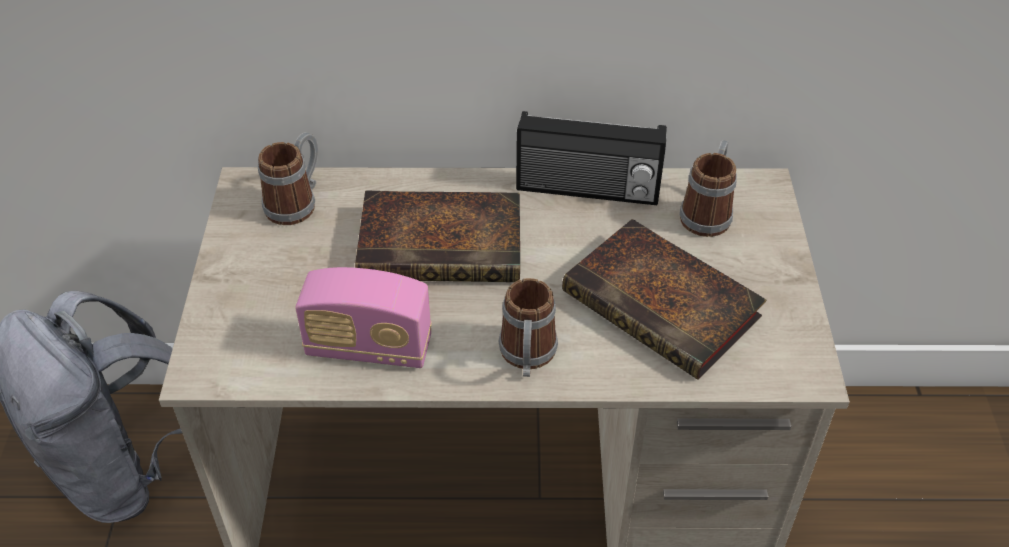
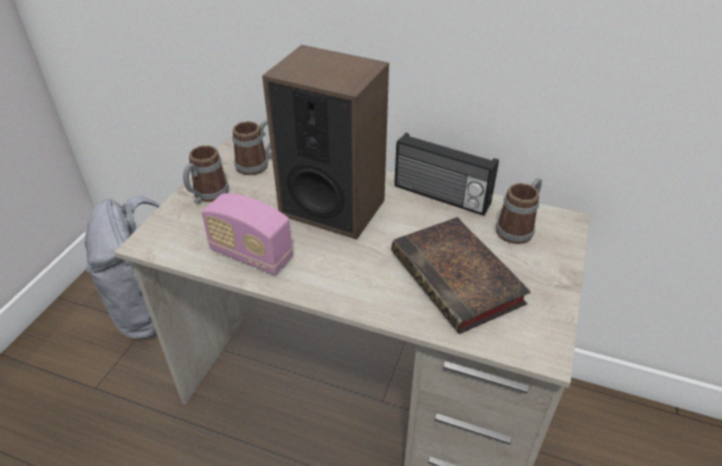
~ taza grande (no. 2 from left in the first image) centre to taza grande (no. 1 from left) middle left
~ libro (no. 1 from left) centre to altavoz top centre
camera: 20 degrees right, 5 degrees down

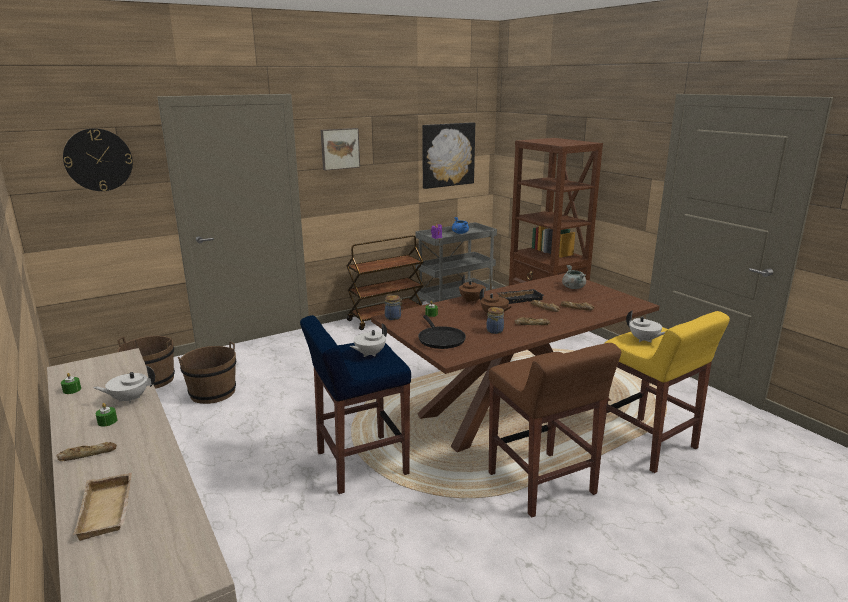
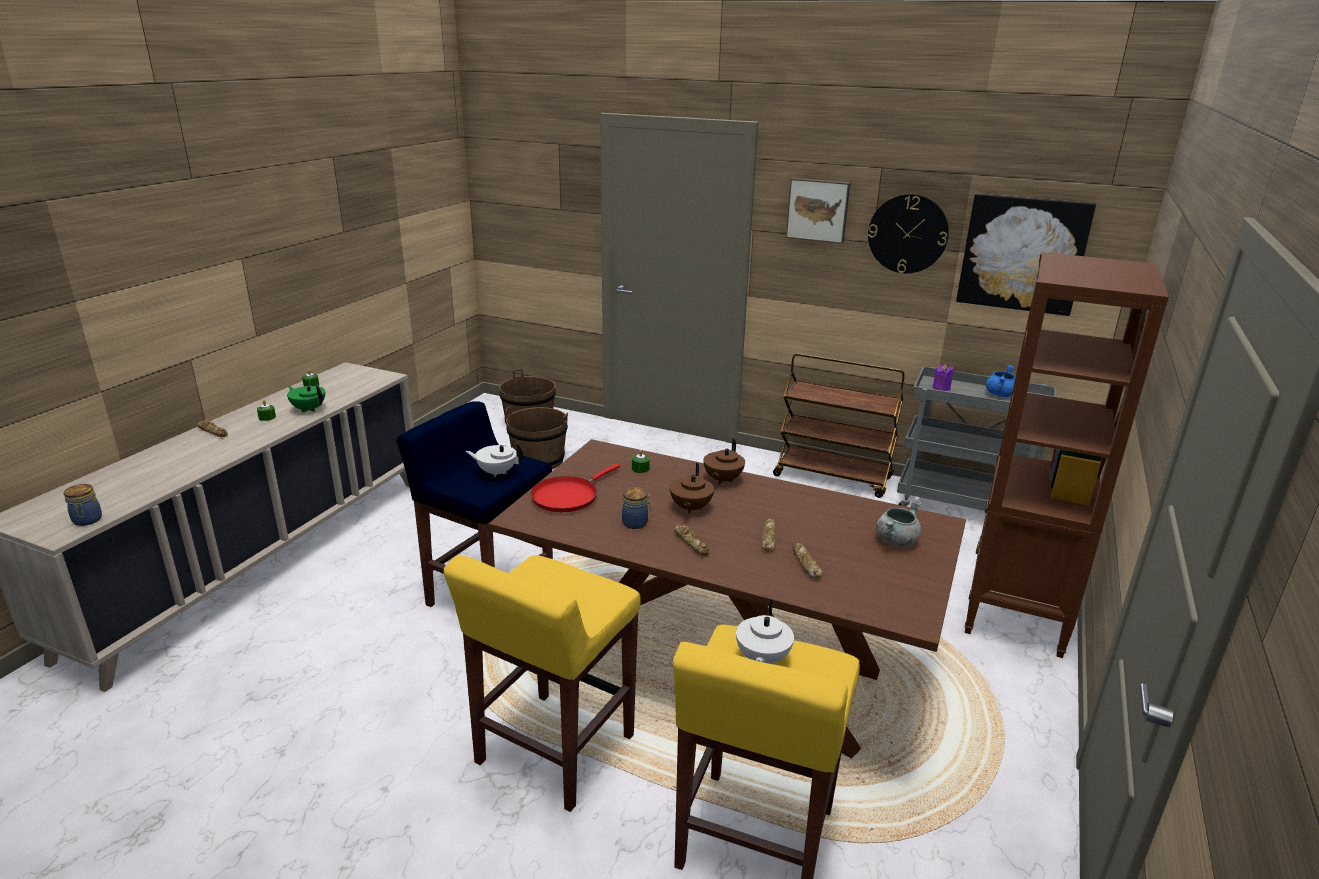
~ tarro (no. 1 from left) centre to middle left
~ tetera [blanco] (no. 1 from left) middle left to tetera [verde] middle left
~ taburete [marrón] bottom centre to taburete [amarillo] (no. 1 from left) bottom centre
~ sartén [negro] centre to sartén [rojo] centre
~ reloj de pared top left to top right
- bandeja [beis] bottom left
- bandeja [negro] centre
camera: 55 degrees right, 5 degrees up

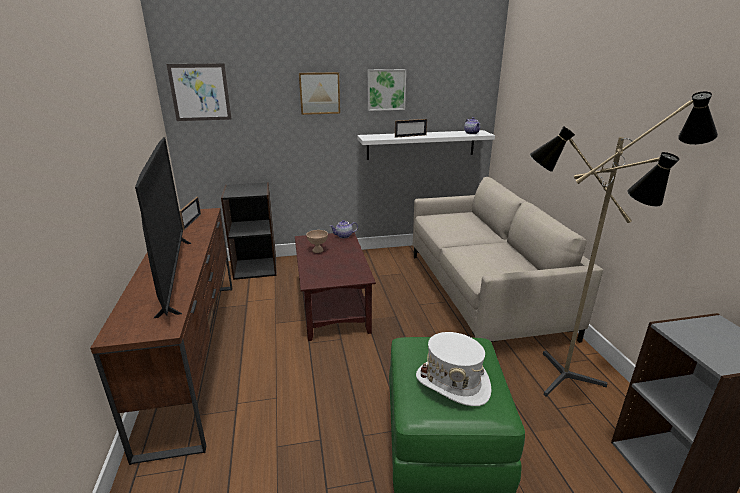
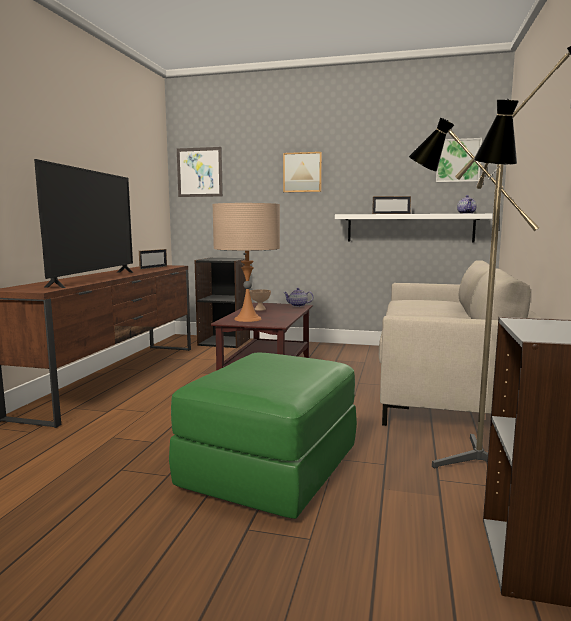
+ lámpara de mesa [beis] centre
~ cuadro (no. 3 from left) top centre to top right
- sombrero [blanco] bottom centre
camera: 25 degrees right, 15 degrees down

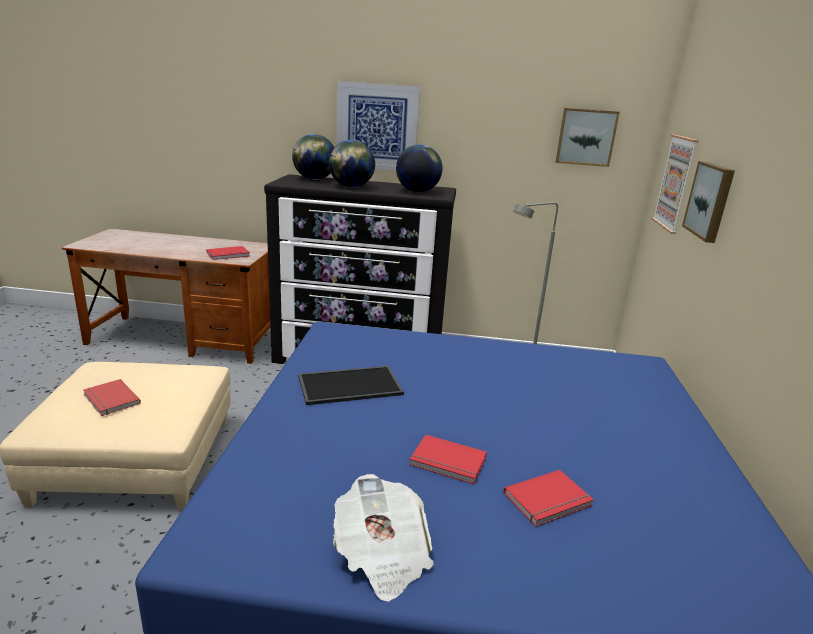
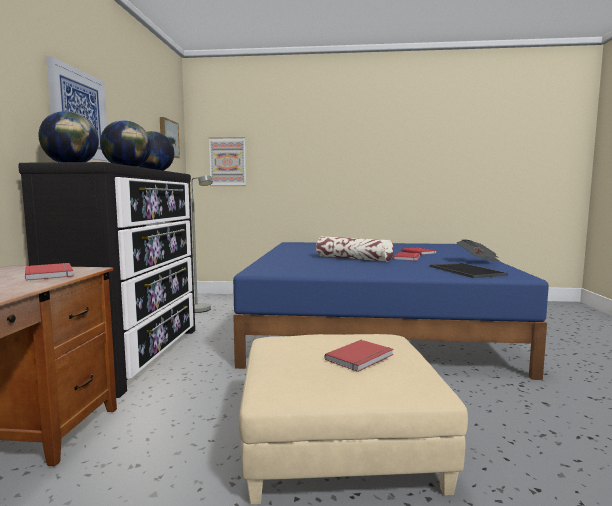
+ cojín centre
~ bandeja centre to middle right
- cuadro (no. 4 from left) top right
camera: 90 degrees left, 15 degrees down

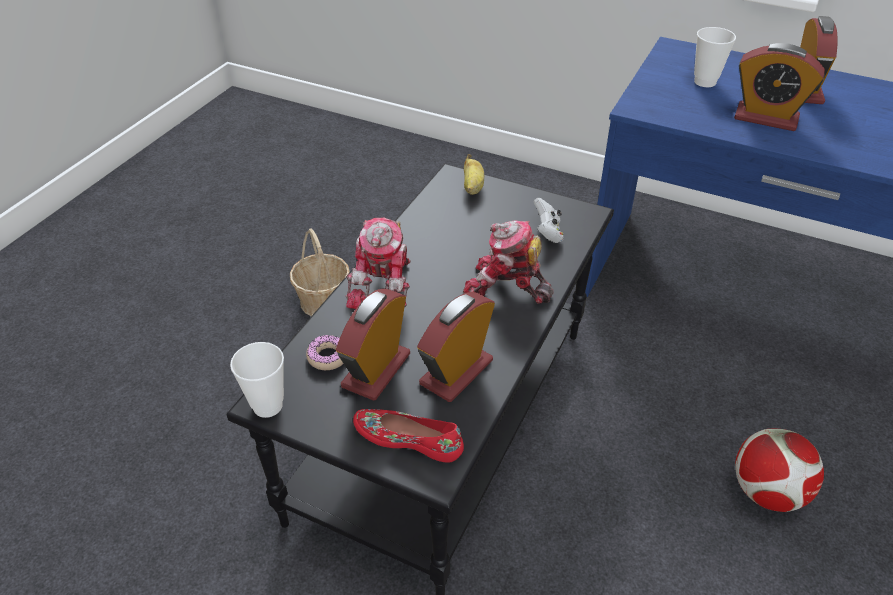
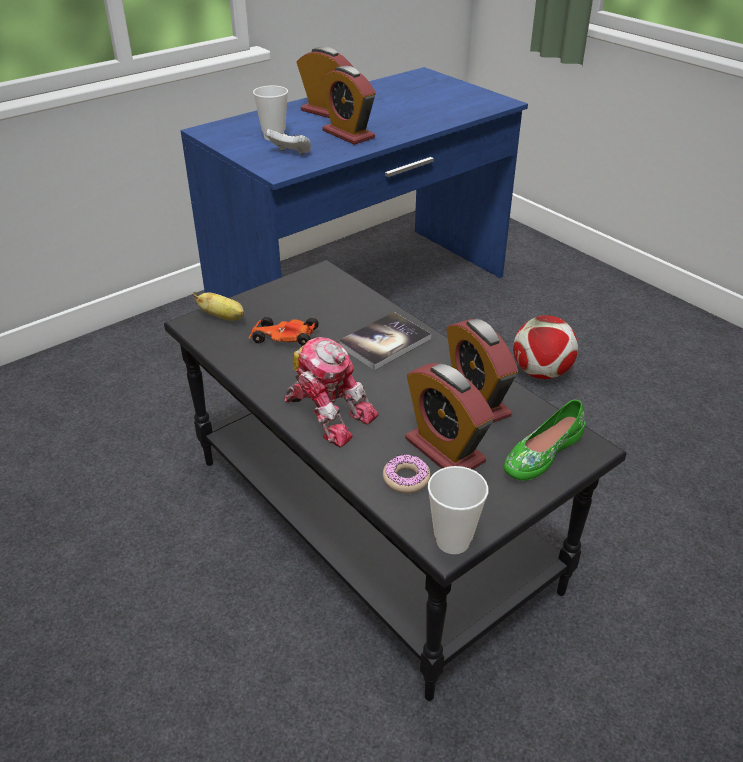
+ coche de juguete centre
~ mando de consola [blanco] centre to top centre
~ despertador (no. 3 from left in the first image) top right = top centre 90 degrees clockwise
~ robot de juguete (no. 2 from left) centre to libro centre
~ zapato [rojo] bottom centre to zapato [verde] middle right
- cesta centre
camera: 65 degrees left, 5 degrees down

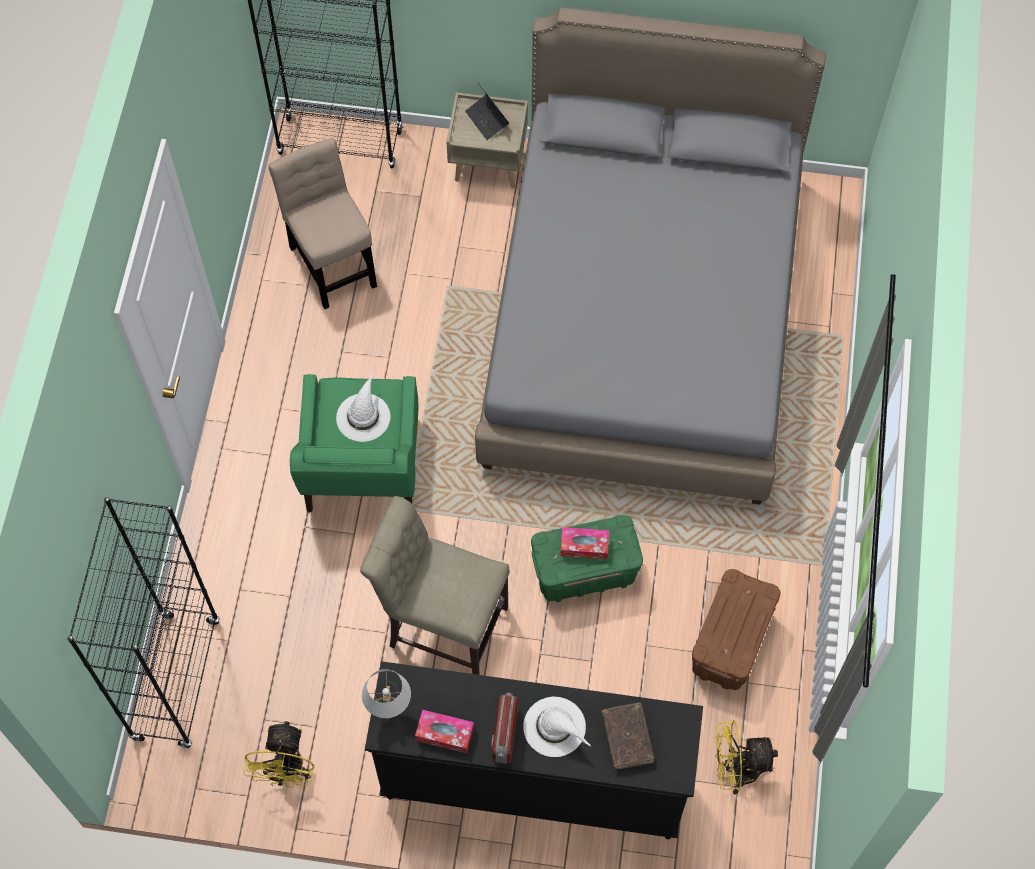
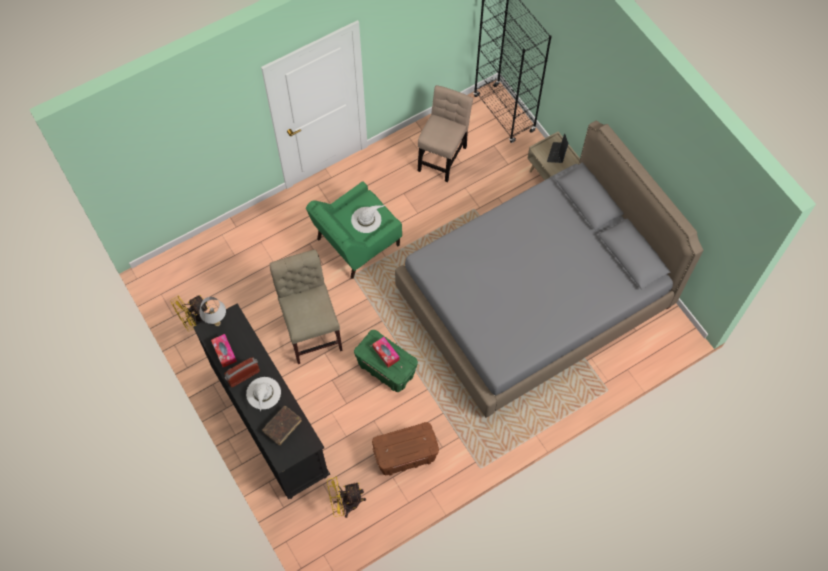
~ ventilador [amarillo] (no. 2 from left) bottom right = bottom centre 60 degrees counterclockwise
- estantería [negro] (no. 1 from left) bottom left
camera: 50 degrees right, 0 degrees up

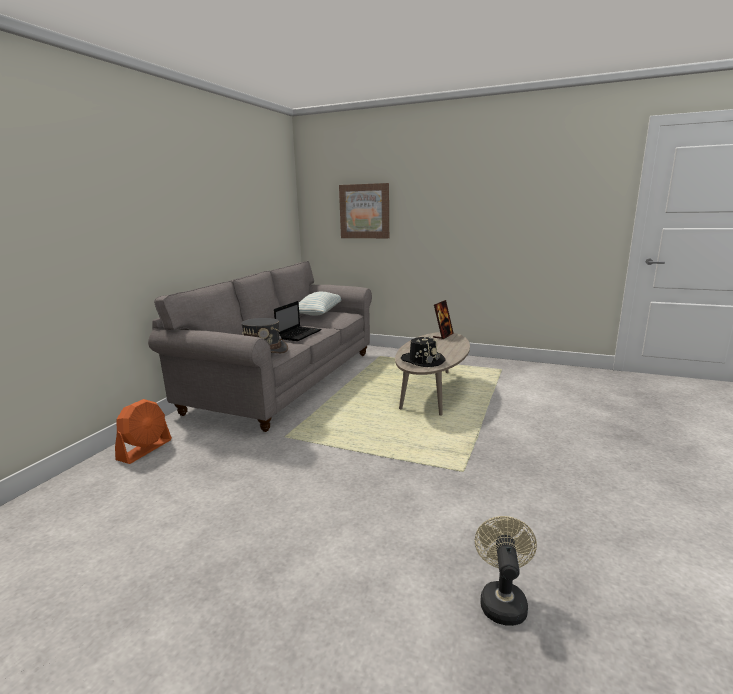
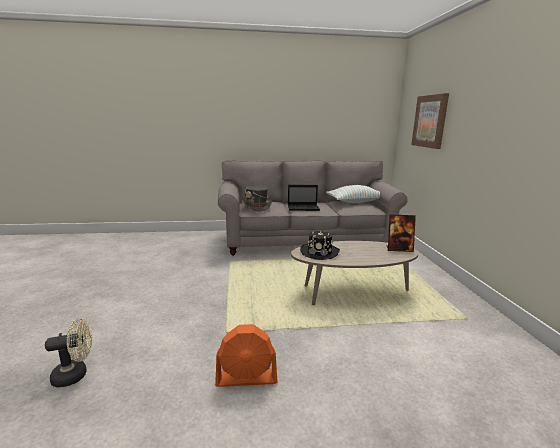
~ ventilador [naranja] middle left to bottom centre
camera: 60 degrees right, 0 degrees up

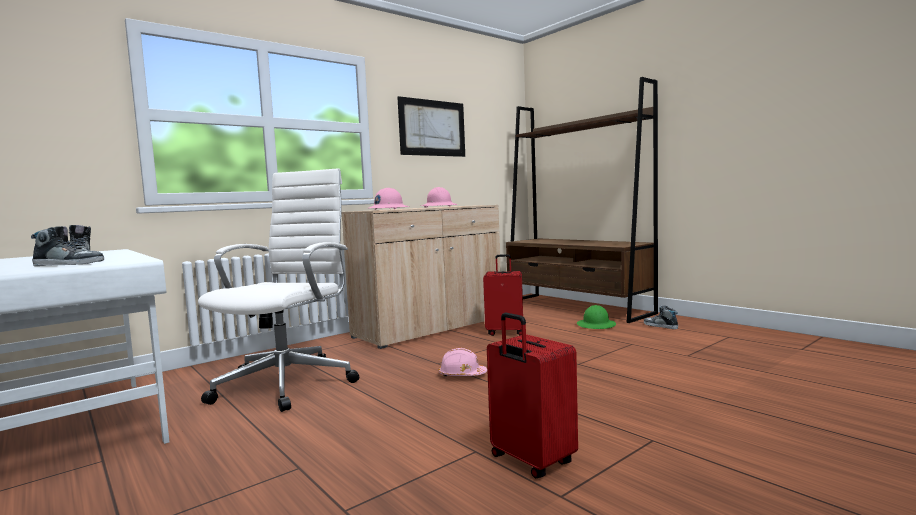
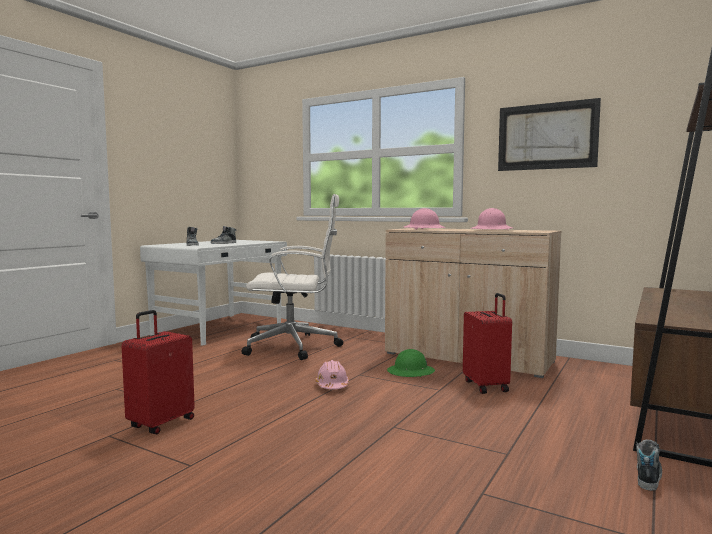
~ casco [verde] centre to bottom centre
camera: 70 degrees right, 0 degrees up

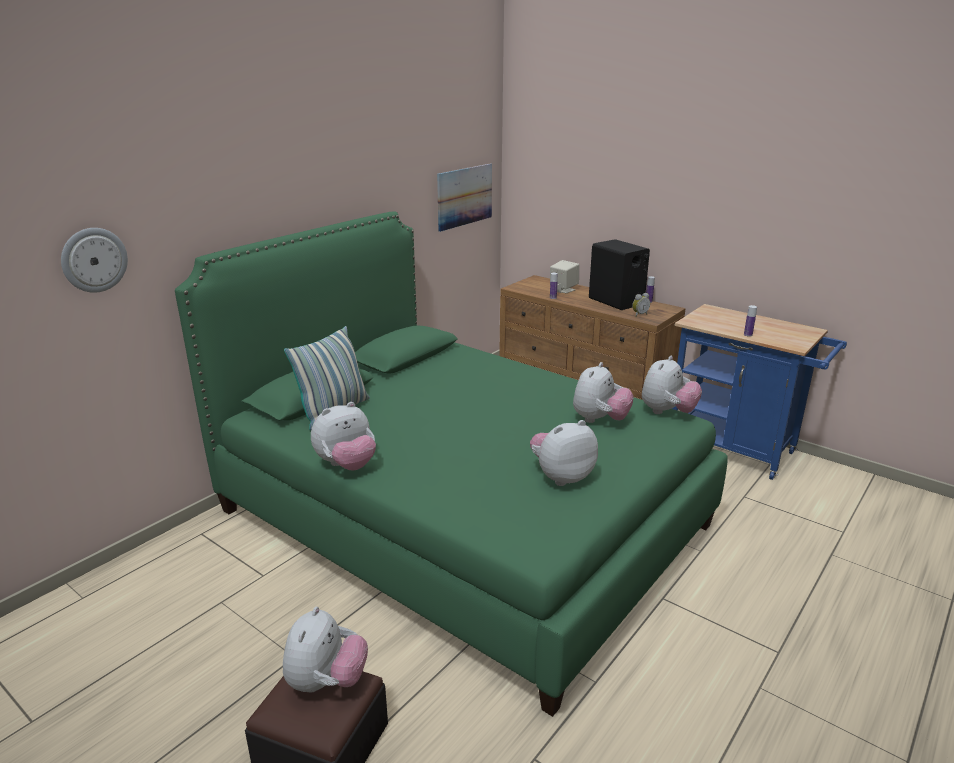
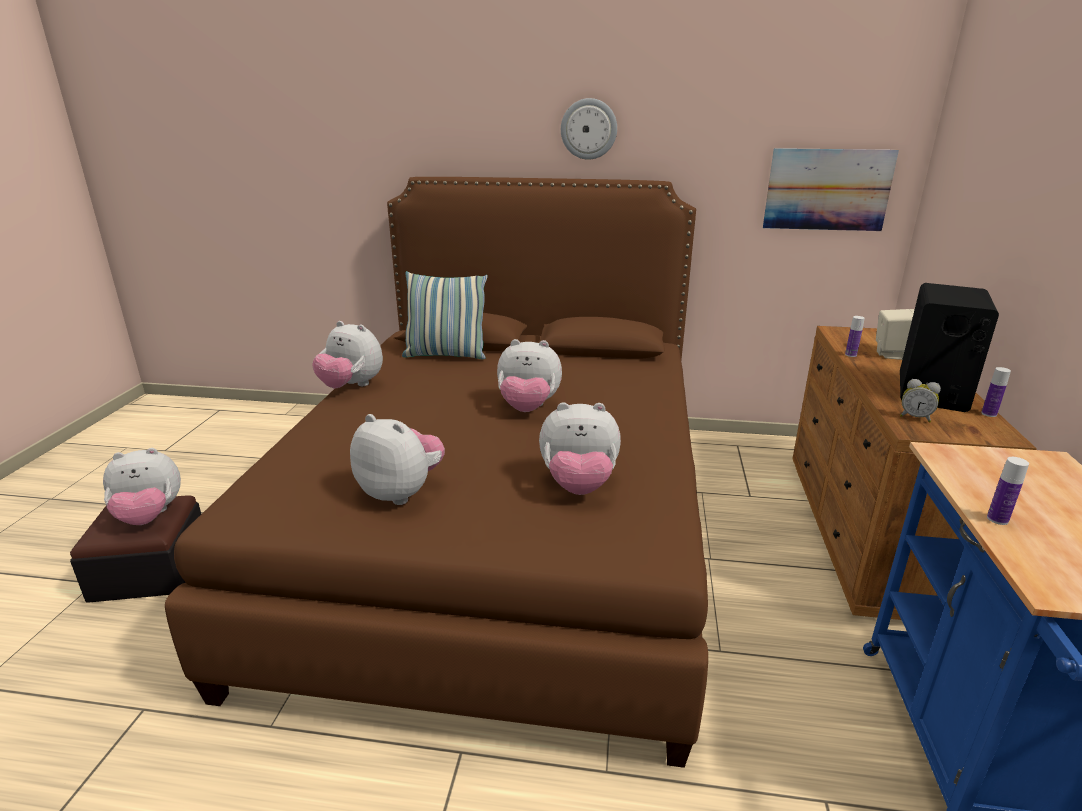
~ cama [verde] centre to cama [marrón] centre
~ peluche (no. 5 from left in the first image) middle right to peluche (no. 4 from left) centre
~ reloj de pared middle left to top centre
camera: 60 degrees right, 0 degrees up

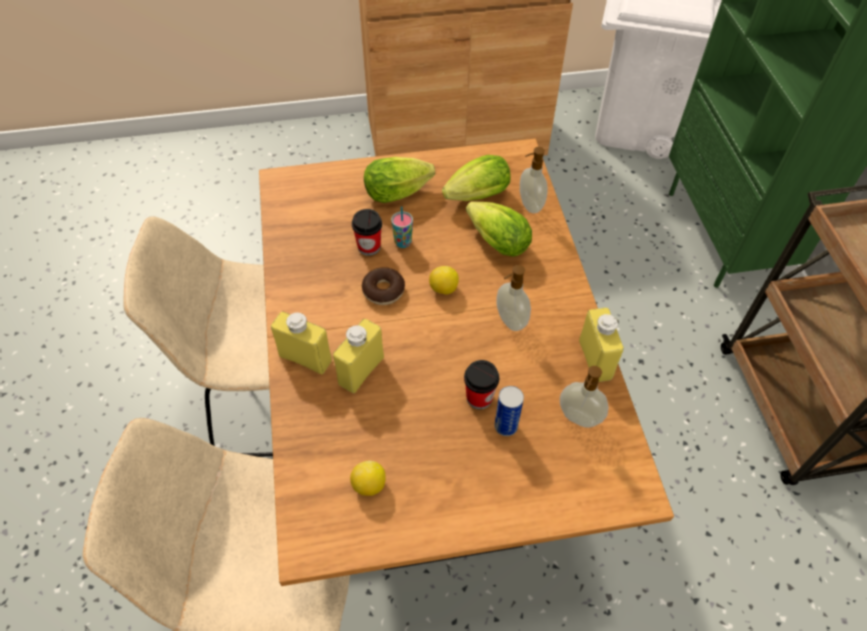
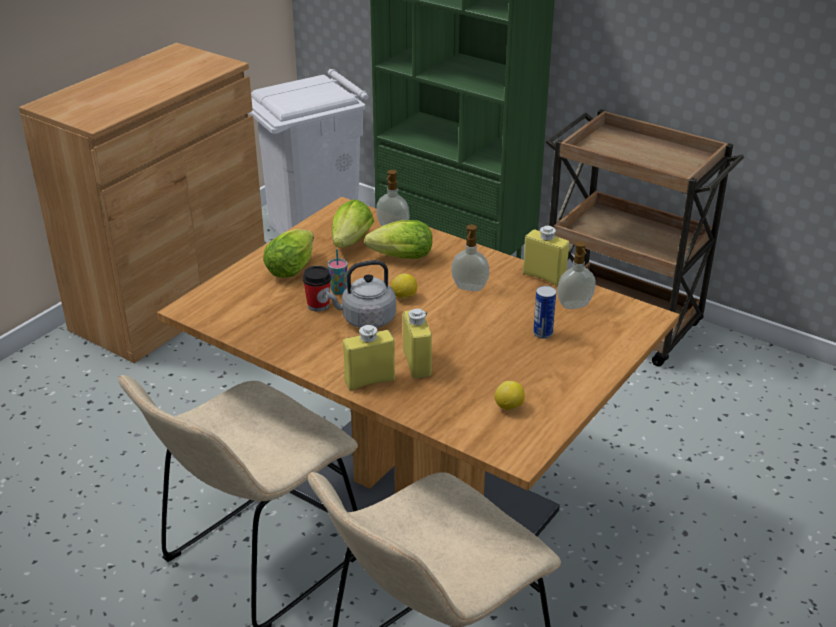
~ rosquilla centre to hervidor [gris] centre
- taza (no. 3 from left) centre
camera: 45 degrees left, 20 degrees down

